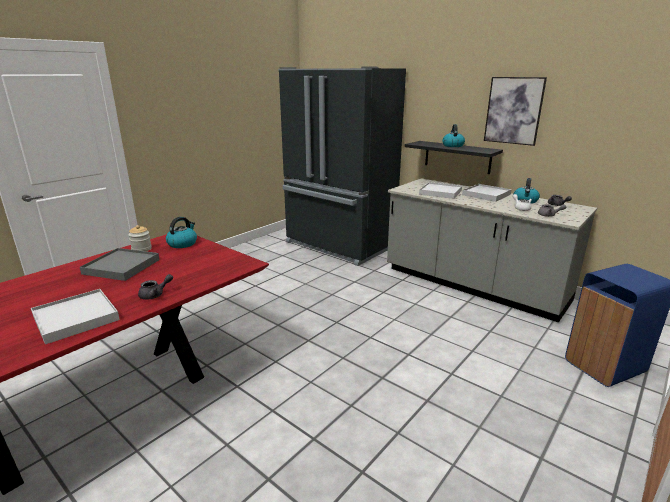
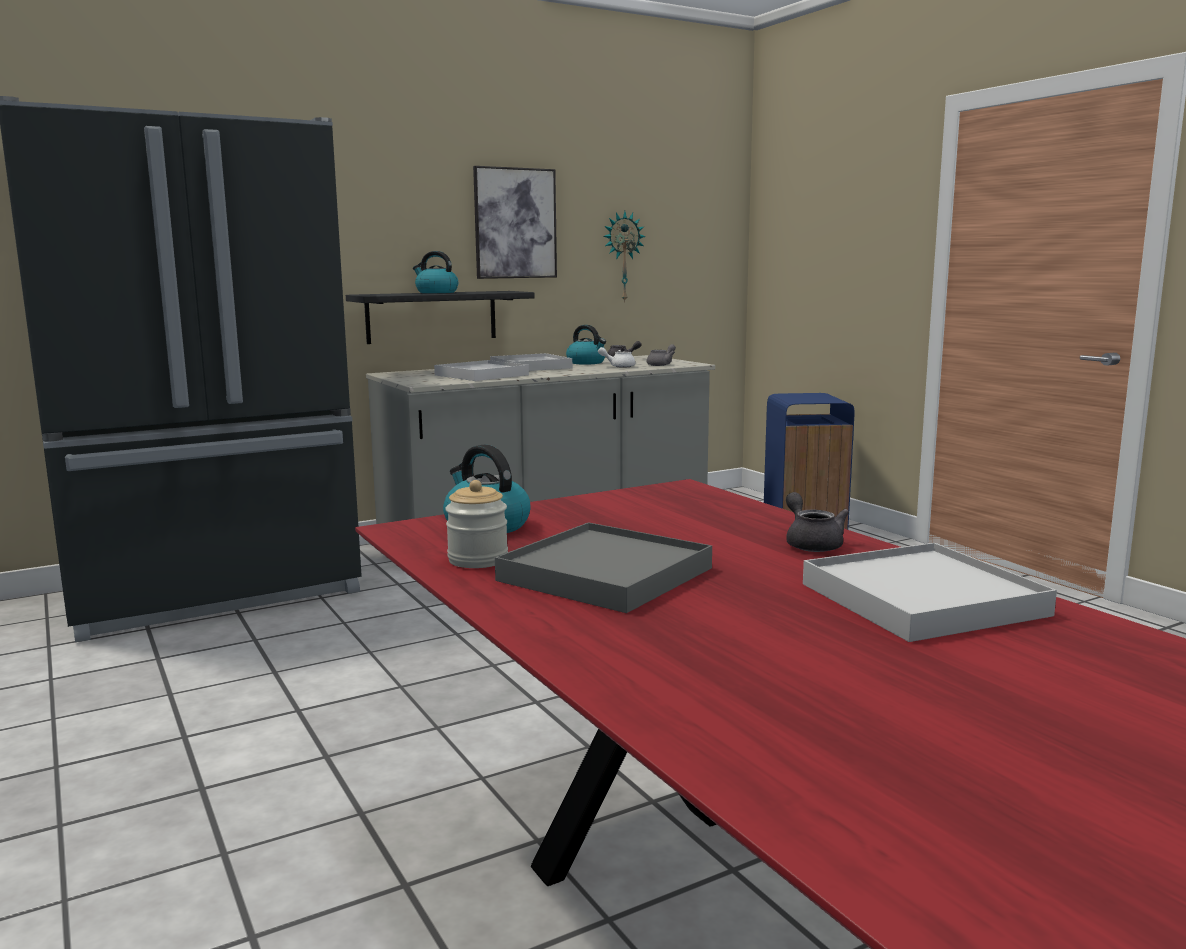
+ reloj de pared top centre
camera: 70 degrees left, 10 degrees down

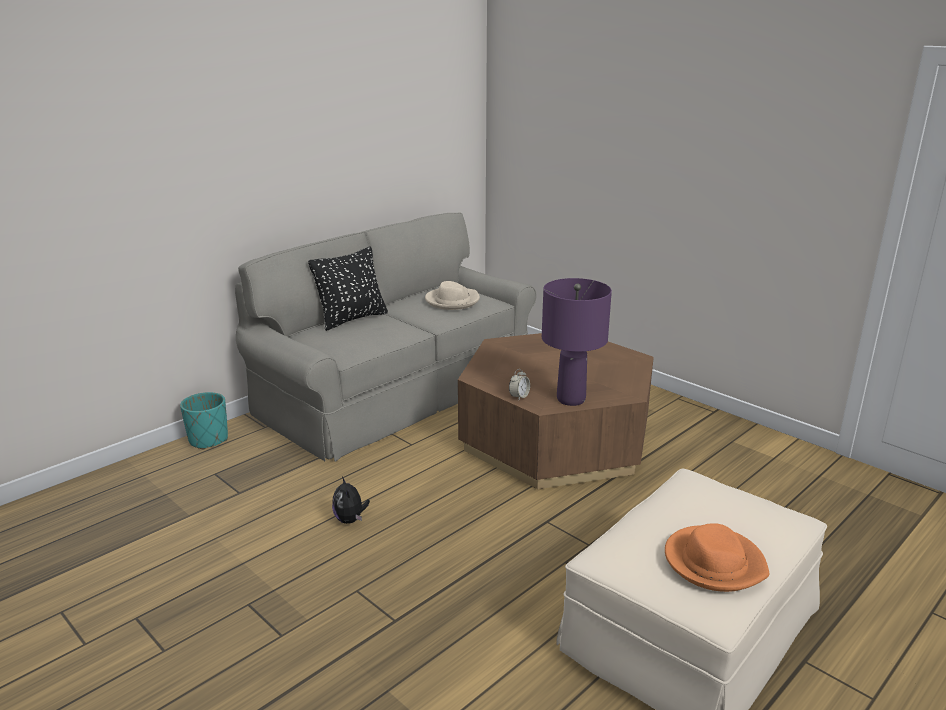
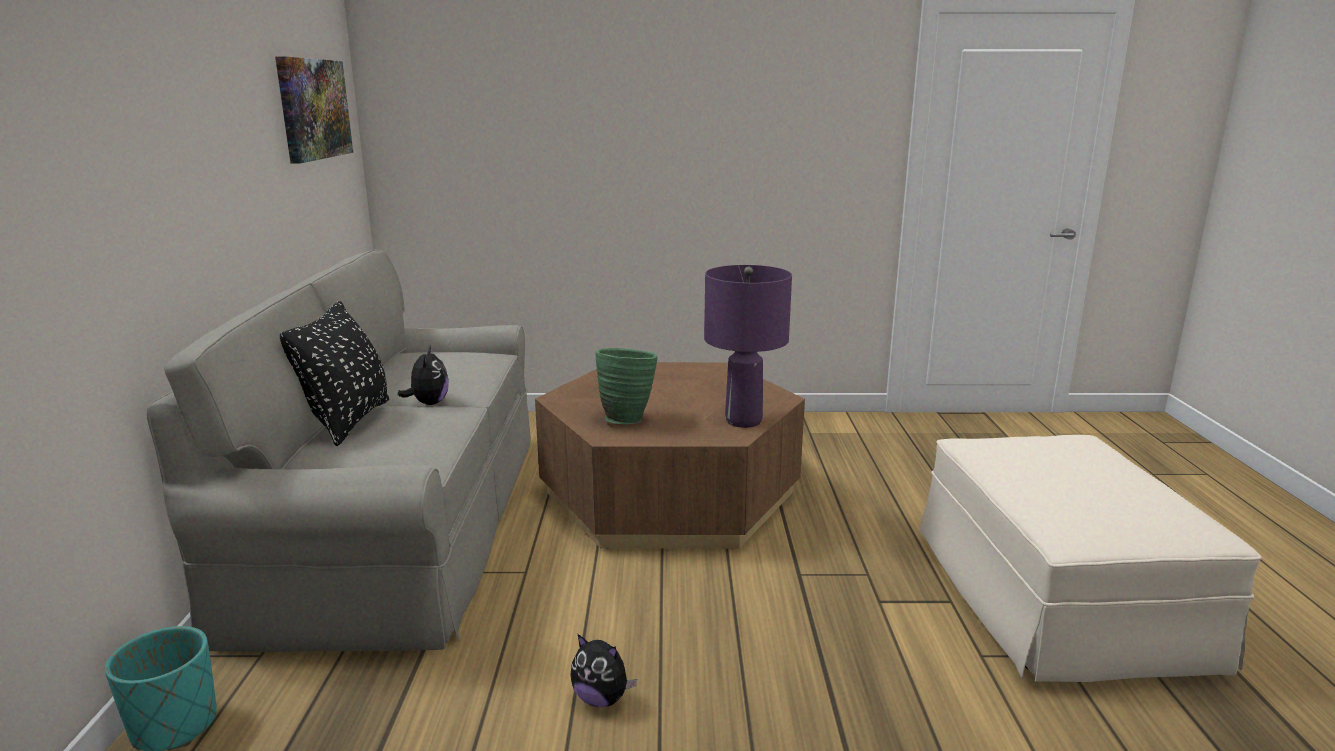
+ cuadro top left
+ peluche (no. 1 from left) middle left
+ florero [verde] centre
- sombrero [beis] centre
- despertador centre
- sombrero [naranja] bottom right
camera: 45 degrees left, 5 degrees down

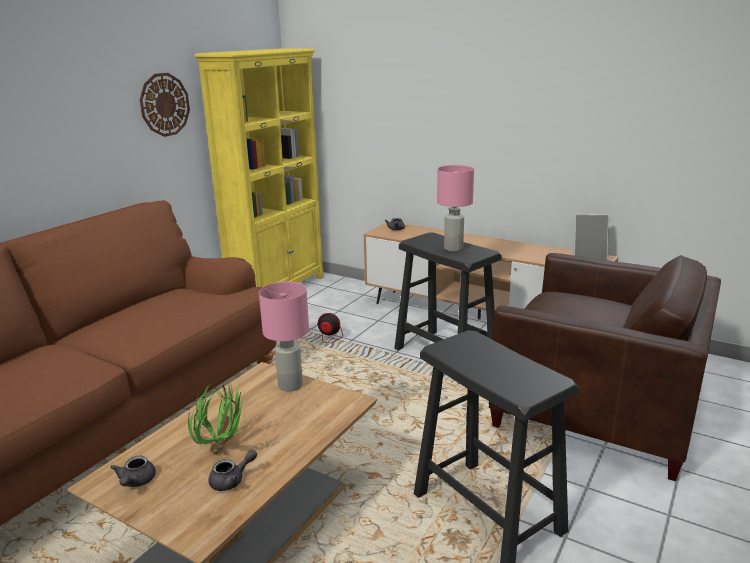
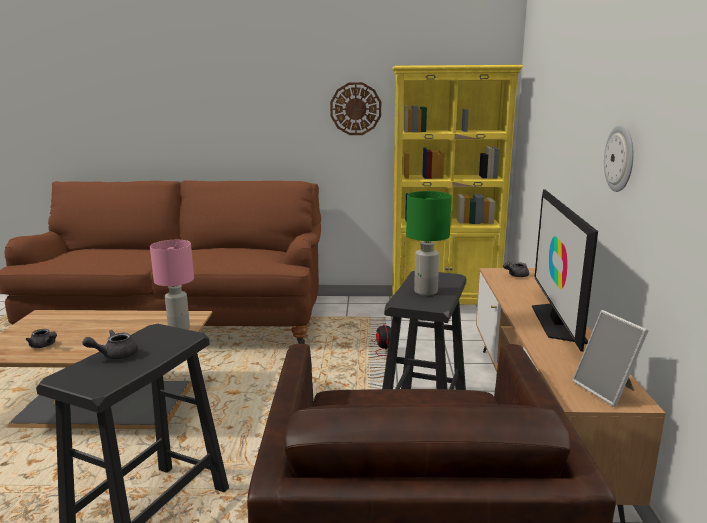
~ tetera [gris] (no. 1 from left in the first image) bottom left to tetera [gris] (no. 2 from left) middle left
~ lámpara de mesa [rosa] (no. 2 from left) centre to lámpara de mesa [verde] centre
+ televisor middle right
+ reloj de pared (no. 2 from left) top right
- planta en maceta bottom left
camera: 60 degrees right, 5 degrees down

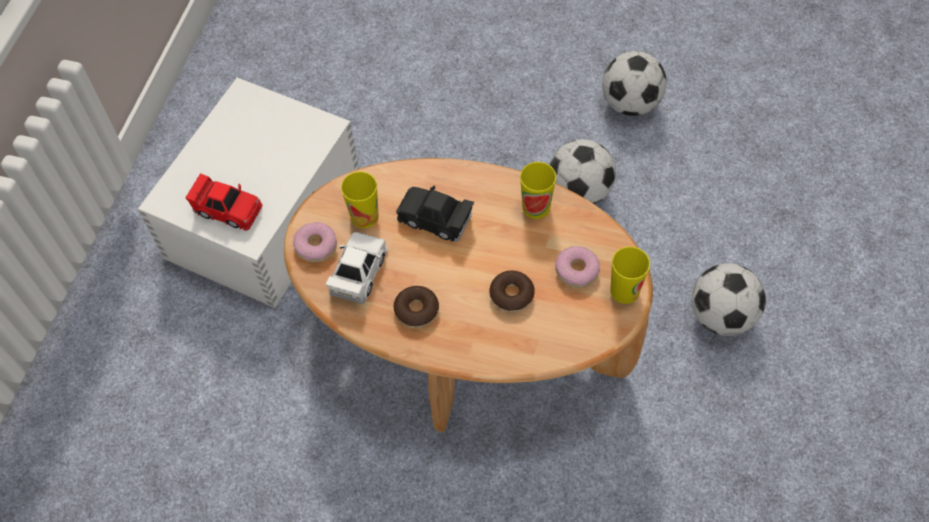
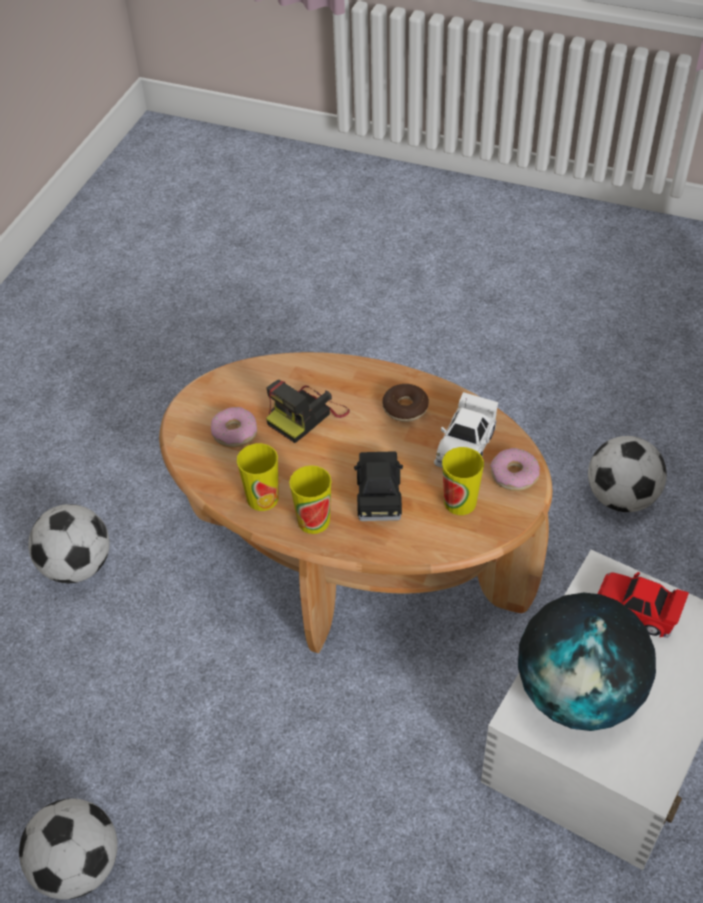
~ rosquilla (no. 3 from left) centre to cámara centre
~ taza (no. 3 from left in the first image) middle right to taza (no. 2 from left) centre
~ coche de juguete [negro] centre = centre 120 degrees counterclockwise
+ globo terráqueo bottom right
~ balón de fútbol (no. 1 from left in the first image) top centre to balón de fútbol (no. 3 from left) middle right
camera: 175 degrees left, 10 degrees down

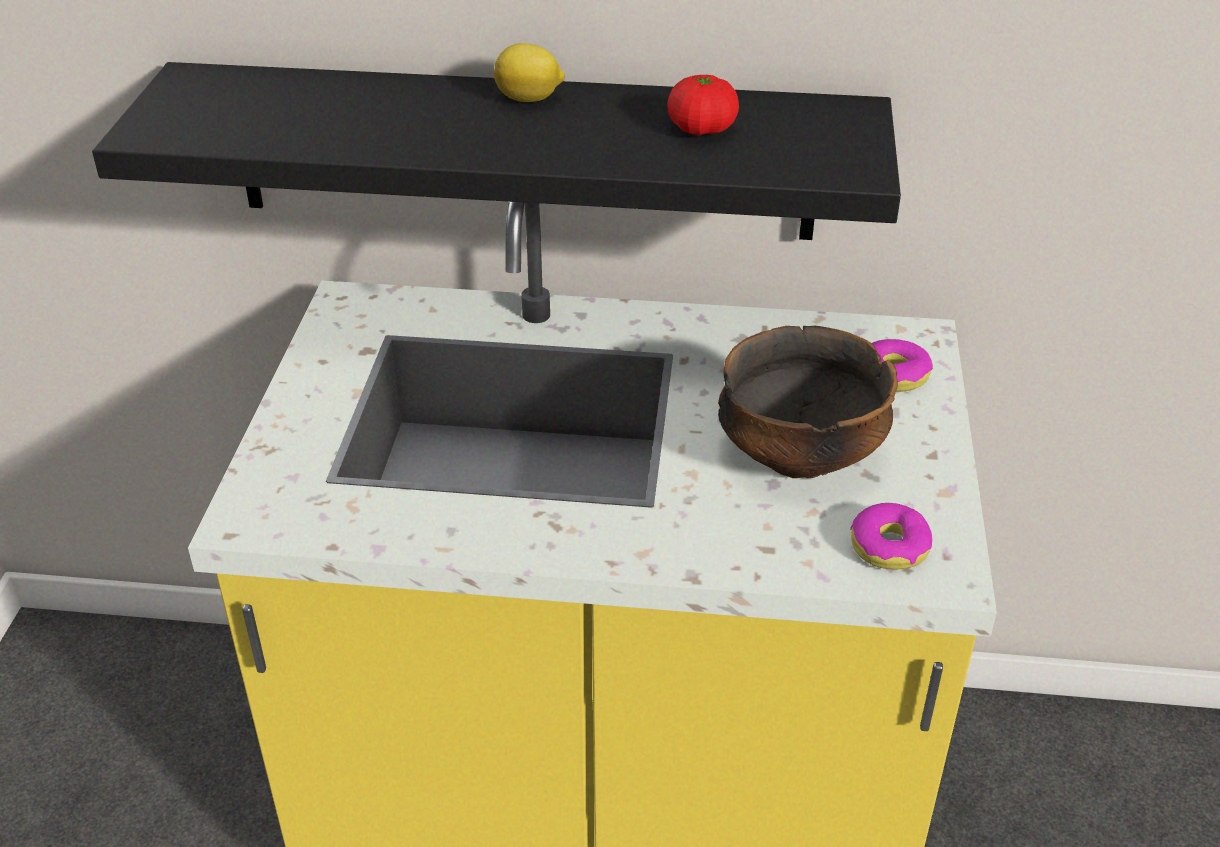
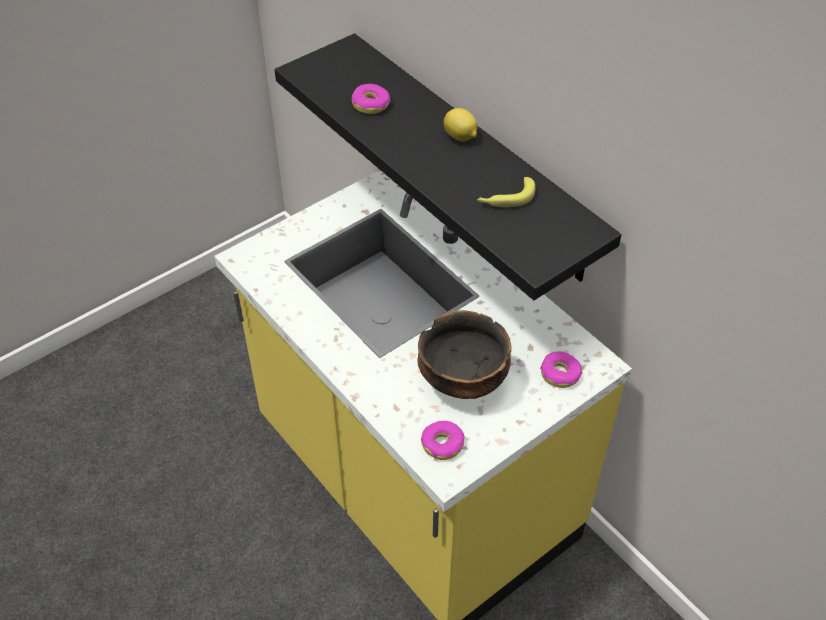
+ rosquilla (no. 1 from left) top centre
~ tomate top centre to plátano top centre
camera: 45 degrees right, 10 degrees up

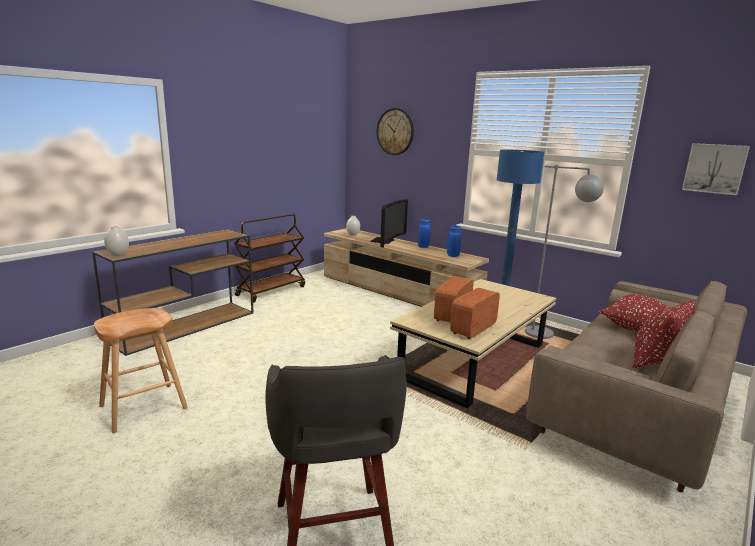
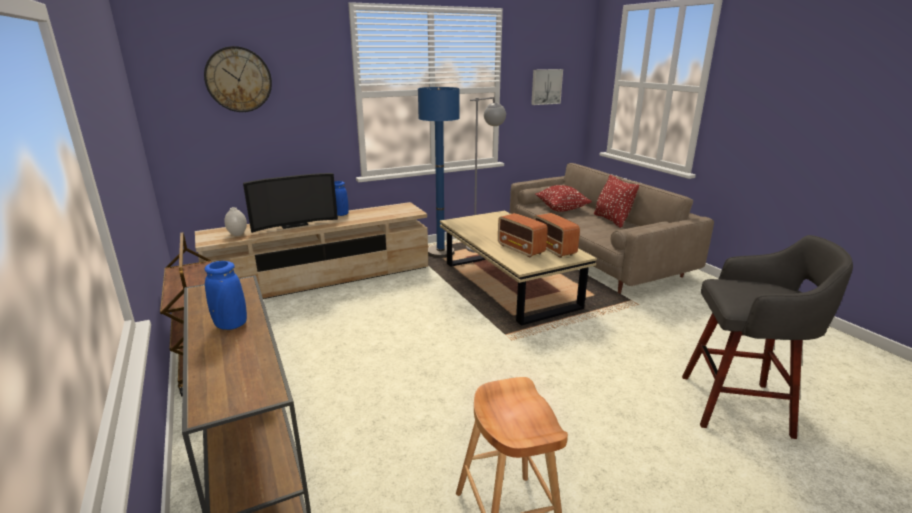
~ florero [azul] (no. 2 from left in the first image) centre to florero [azul] (no. 1 from left) middle left
~ televisor centre = middle left 105 degrees clockwise
- florero [blanco] (no. 1 from left) middle left
camera: 65 degrees left, 5 degrees up

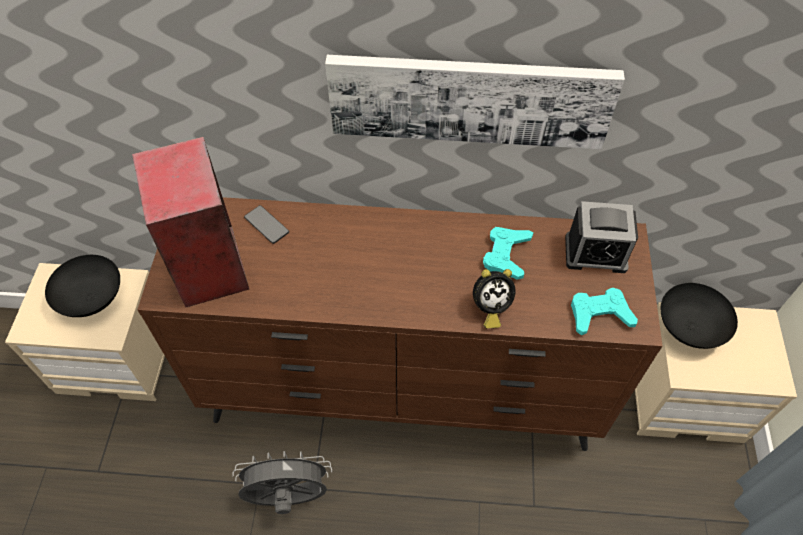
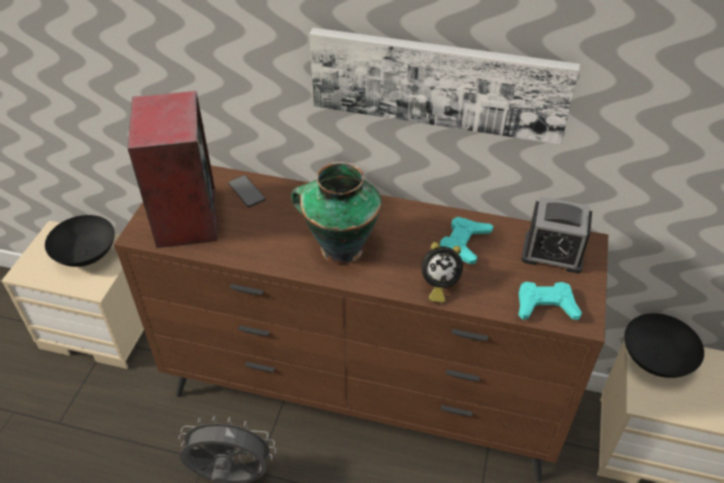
+ florero centre
camera: 10 degrees right, 10 degrees down

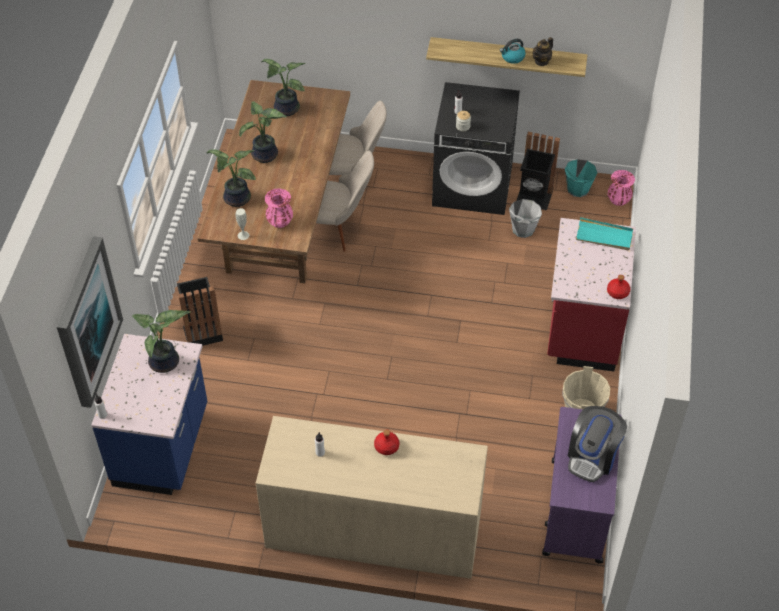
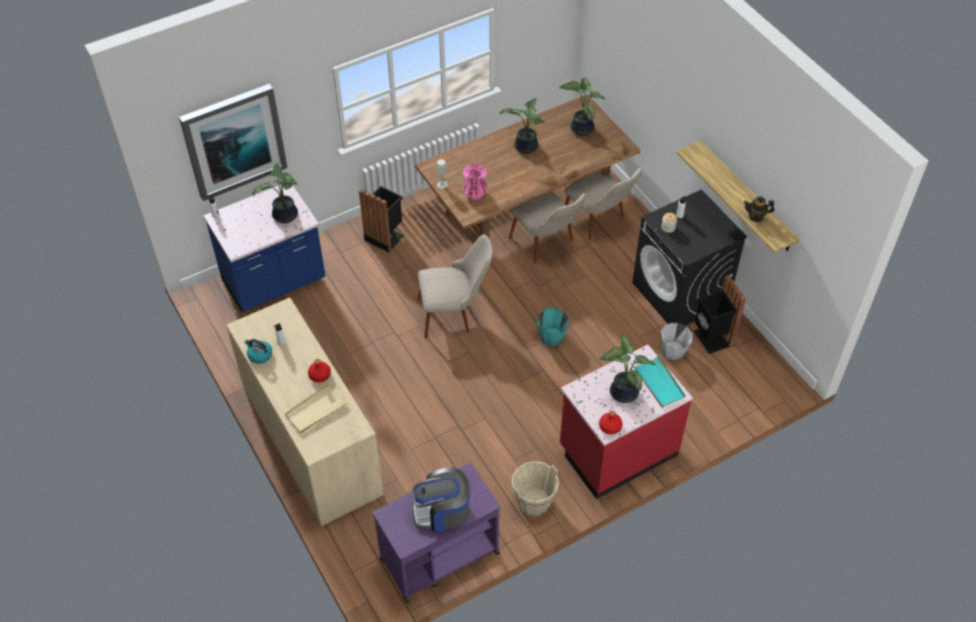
~ hervidor top centre to middle left
+ bandeja [beis] middle left
+ silla [beis] (no. 1 from left) centre
~ cubo [turquesa] top right to centre
~ planta en maceta (no. 2 from left in the first image) top left to planta en maceta (no. 4 from left) centre
- florero [rosa] (no. 2 from left) top right
camera: 50 degrees right, 0 degrees up

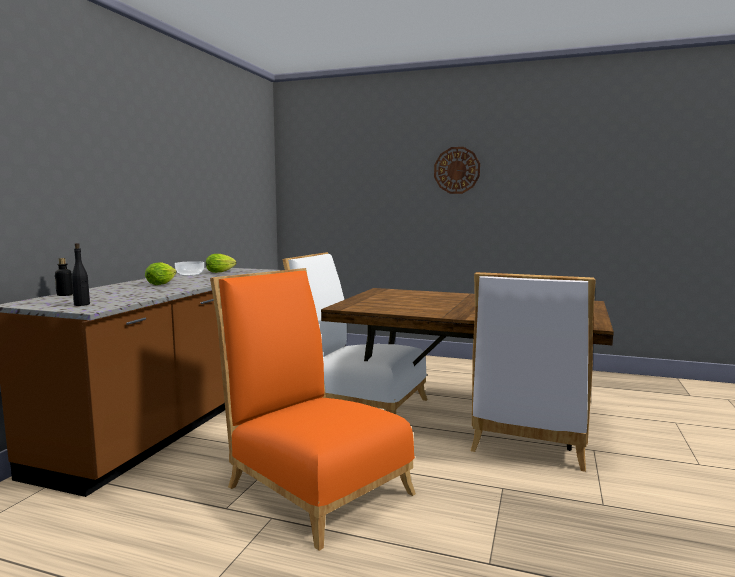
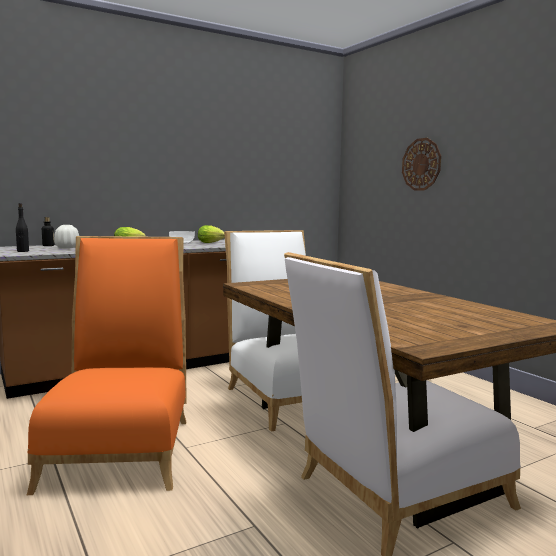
+ florero [blanco] middle left
~ reloj de pared top centre to top right
camera: 40 degrees right, 0 degrees up

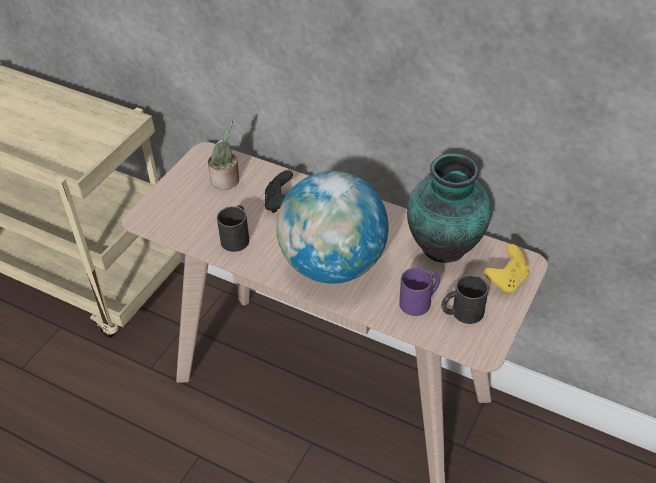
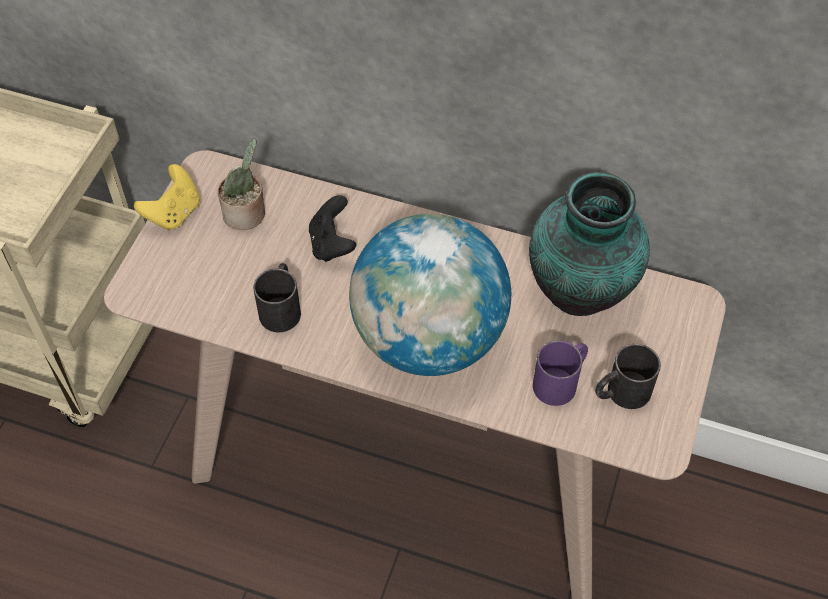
~ mando de consola [amarillo] middle right to top left
camera: 10 degrees left, 10 degrees up

